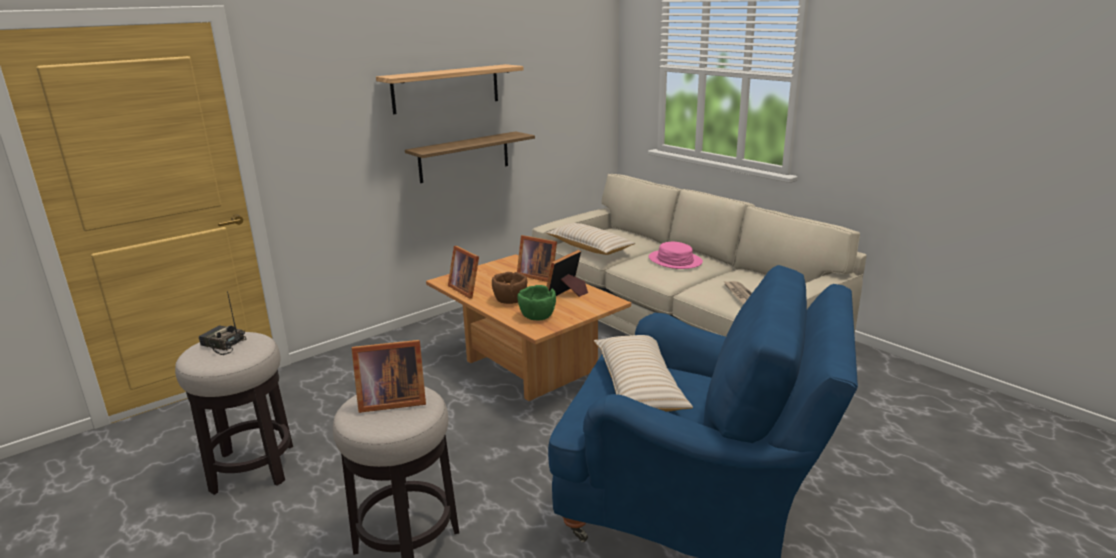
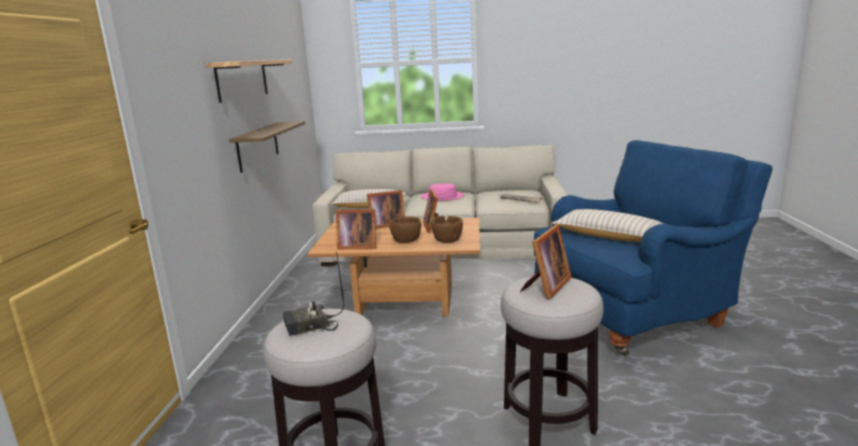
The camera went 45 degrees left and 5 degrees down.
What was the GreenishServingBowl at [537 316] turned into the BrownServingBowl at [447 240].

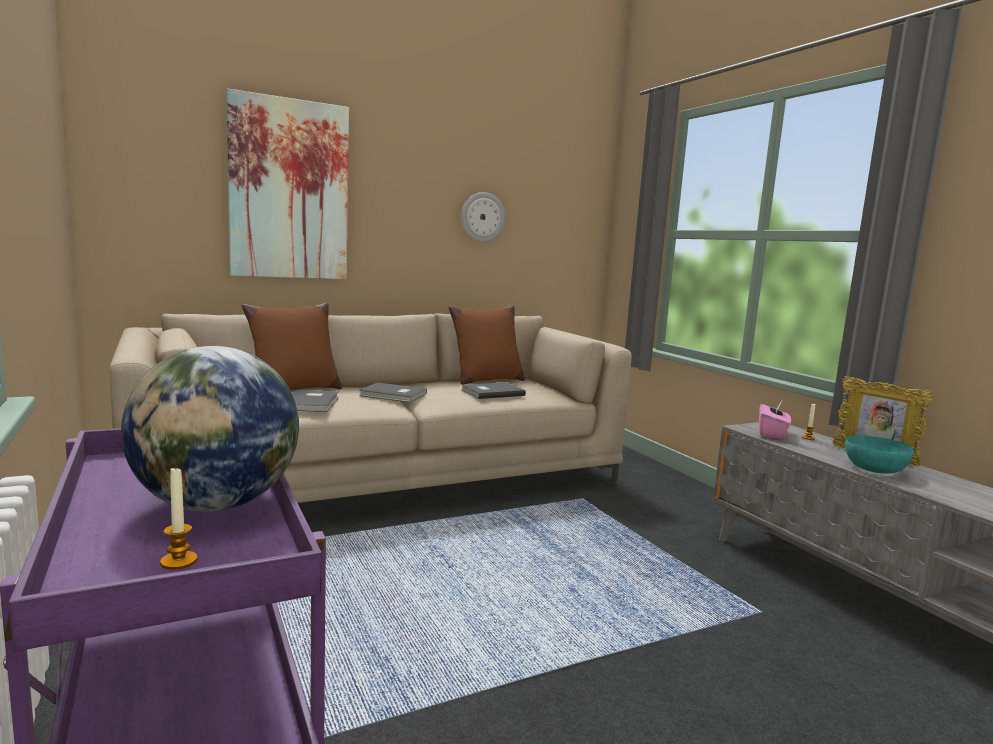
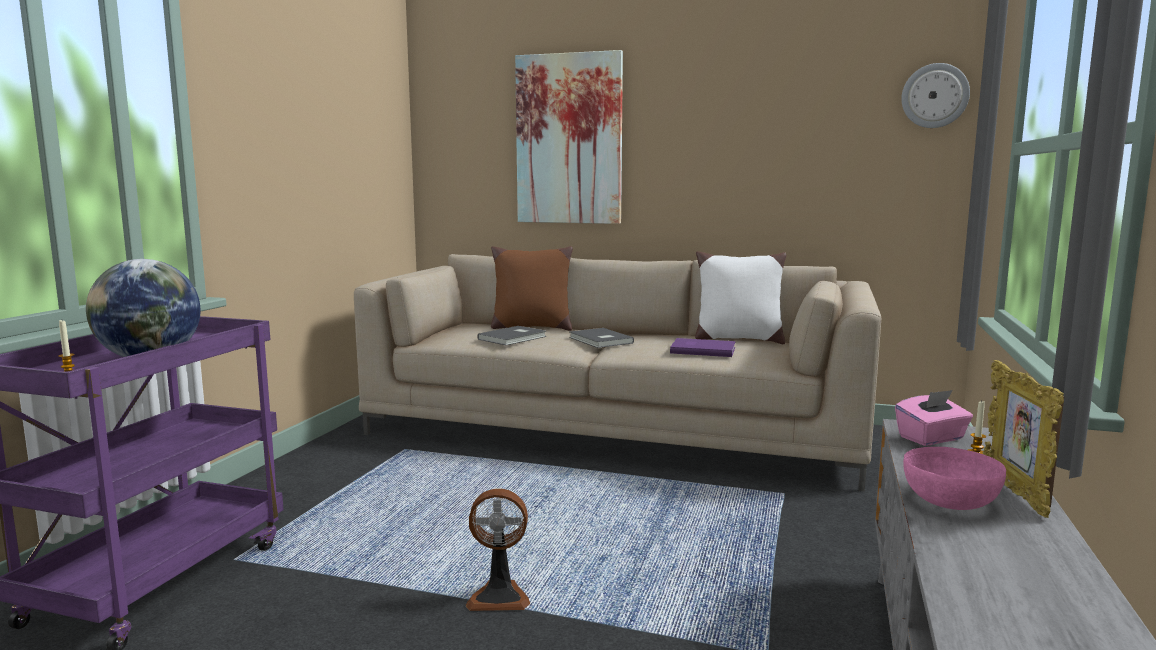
The camera went 45 degrees right and 0 degrees up.
The second view gained the ElectricFan at [499 596].
The WallClock ended up elsewhere, having gone from [482 217] to [934 96].
What was the BrownCushion at [486 380] turned into the WhiteCushion at [737 339].
What was the GreyishVolume at [491 392] turned into the PurpleVolume at [702 350].
What was the BlueGreenServingBowl at [875 469] turned into the PinkColouredServingBowl at [950 502].

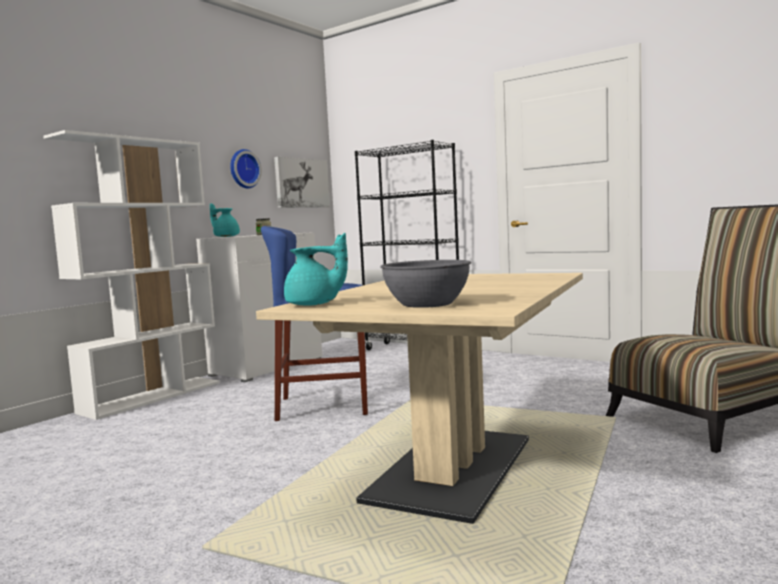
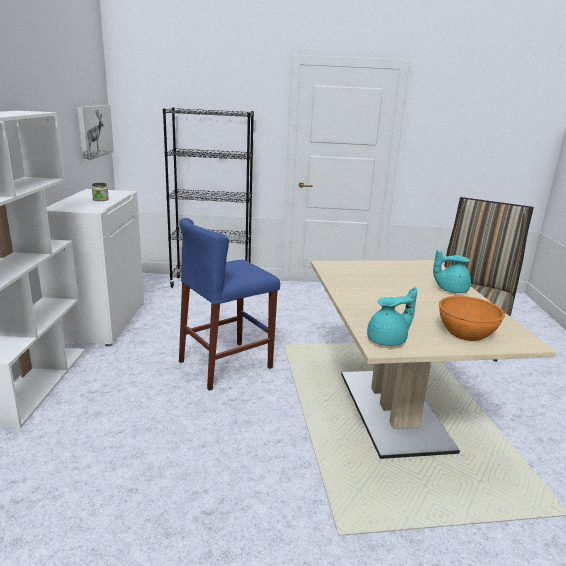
The camera went 35 degrees left and 15 degrees up.
The second view lost the WallClock at [243 169].
The BlueGreenPotForTea ended up elsewhere, having gone from [226 236] to [450 289].
What was the GreyishServingBowl at [426 304] turned into the OrangeColouredServingBowl at [466 333].

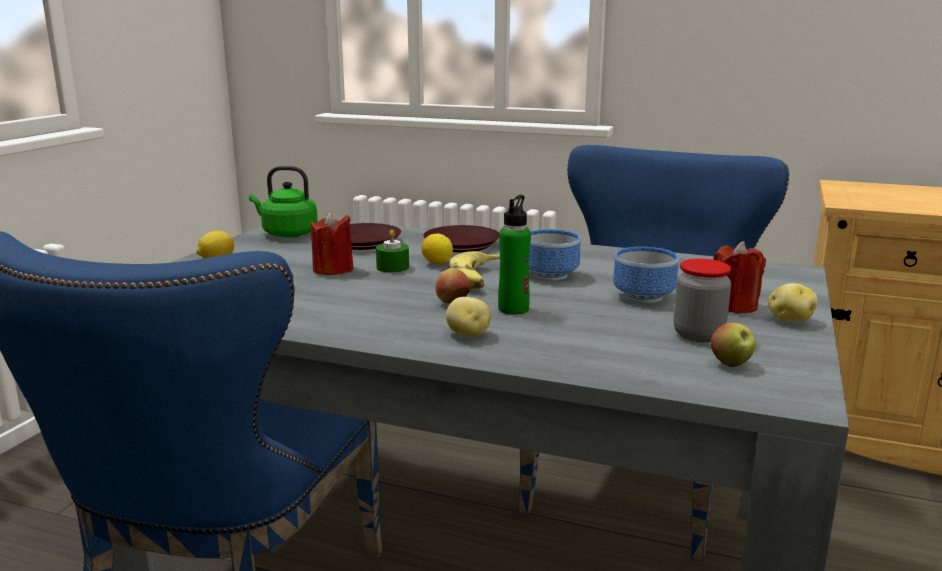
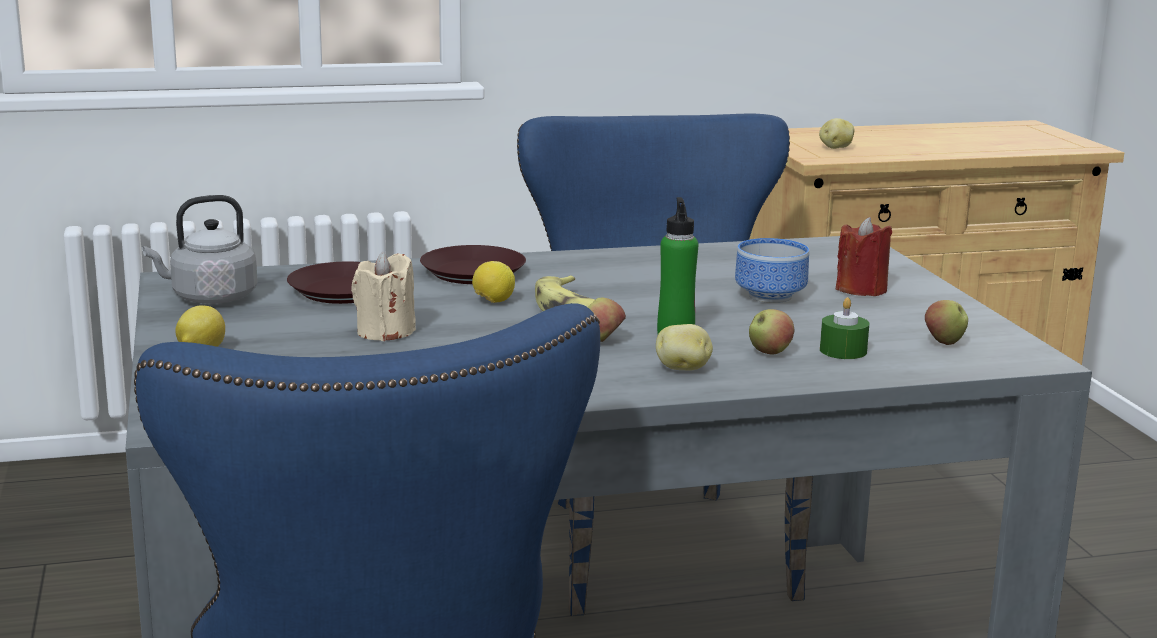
The camera went 35 degrees left and 0 degrees up.
The second view lost the ServingBowl at [551 274].
The second view lost the Jar at [698 335].
The second view gained the Apple at [770 353].
The GreenishCandle ended up elsewhere, having gone from [392 267] to [843 351].
The Potato ended up elsewhere, having gone from [789 320] to [835 148].
What was the GreenishKettle at [287 234] turned into the GreyishKettle at [210 298].
What was the ReddishCandle at [333 270] turned into the BeigeColouredCandle at [385 332].

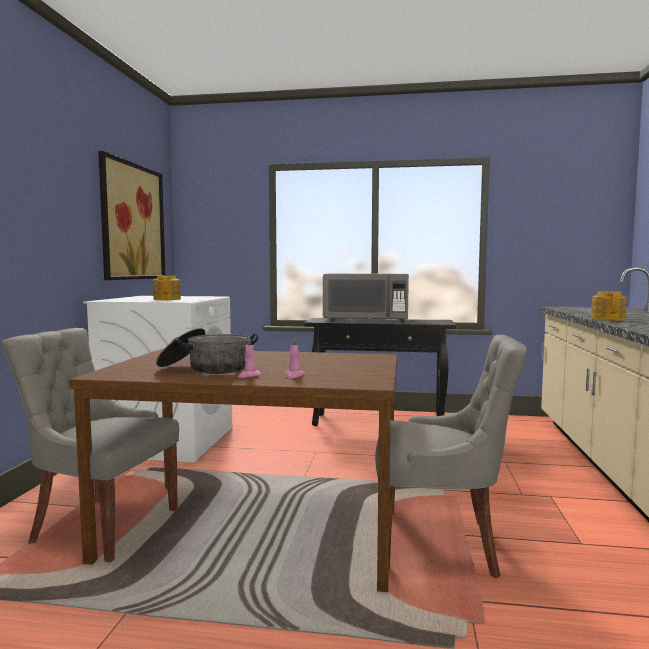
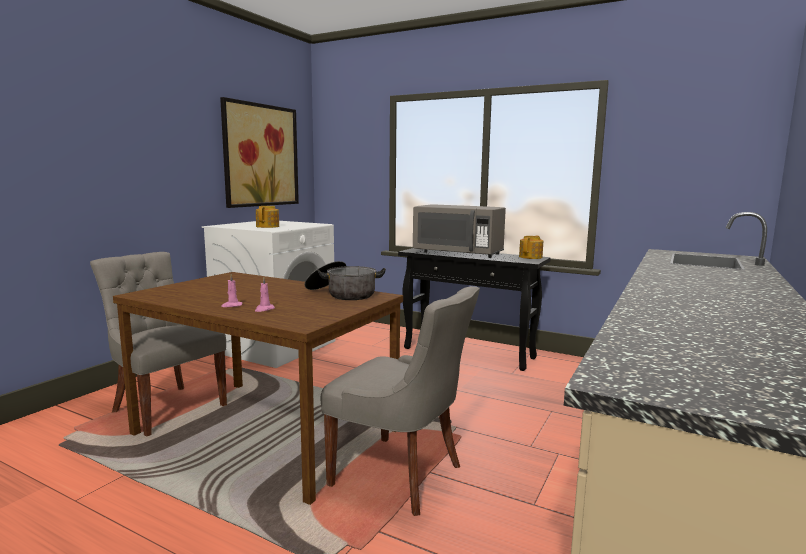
The camera went 20 degrees right and 5 degrees up.
The Stockpot ended up elsewhere, having gone from [205 369] to [342 294].
The PotForTea ended up elsewhere, having gone from [608 319] to [531 257].

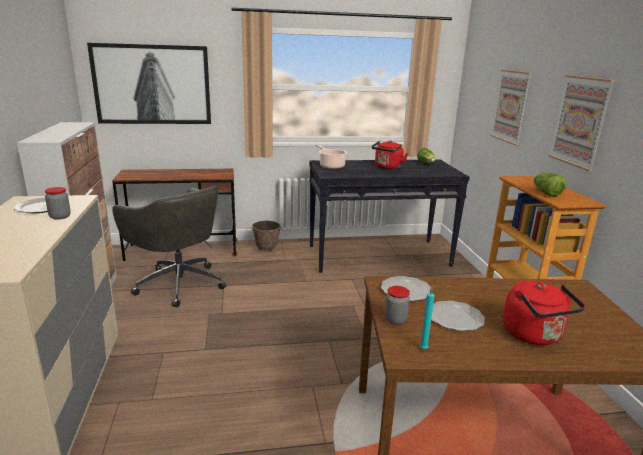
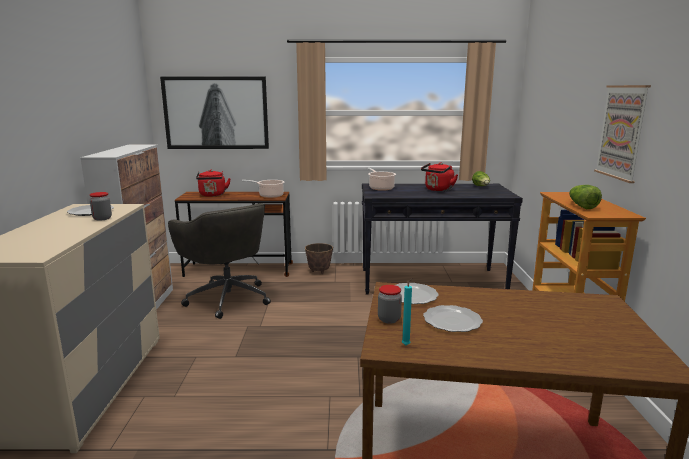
The camera went 10 degrees right and 5 degrees down.
The second view lost the Picture at [511 106].
The second view gained the Stockpot at [269 196].
The ReddishKettle ended up elsewhere, having gone from [534 335] to [212 195].

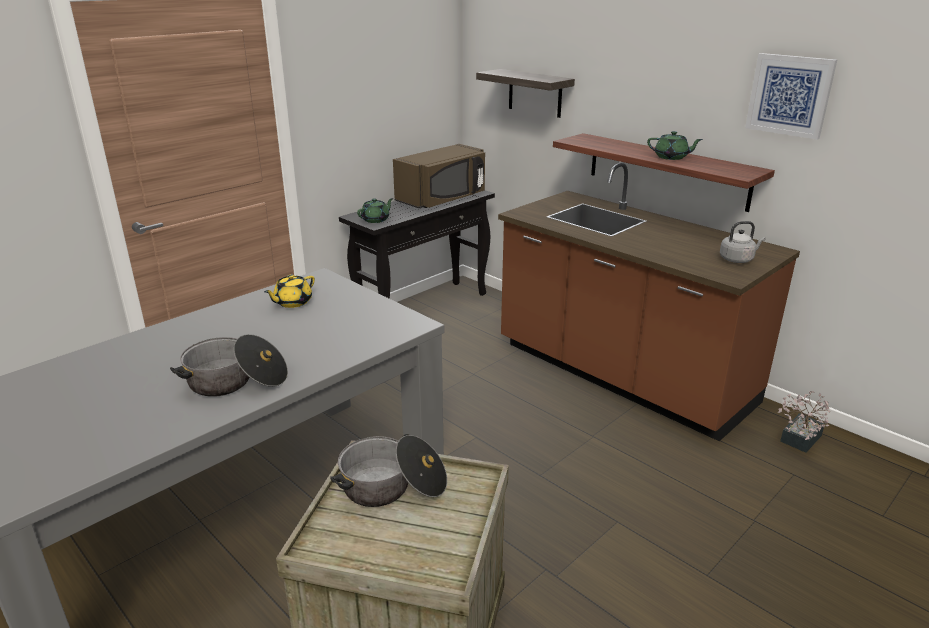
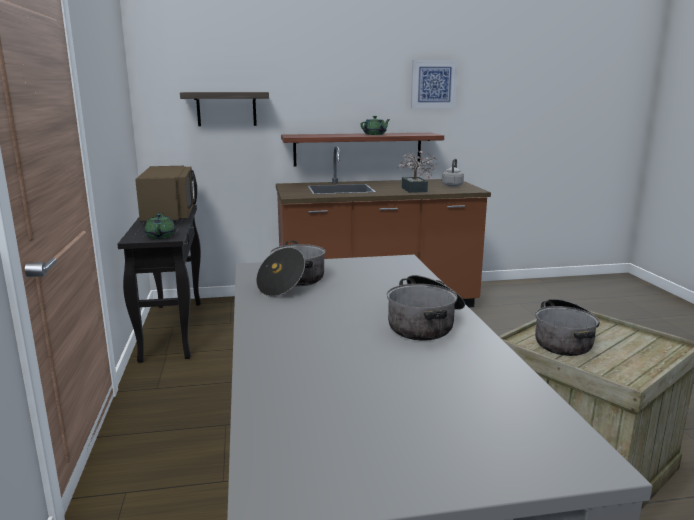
The camera went 55 degrees left and 10 degrees down.
The PlantInAPot ended up elsewhere, having gone from [798 440] to [414 190].
Where the YellowishPotForTea stood at [292 302], the Stockpot came to stand at [292 283].

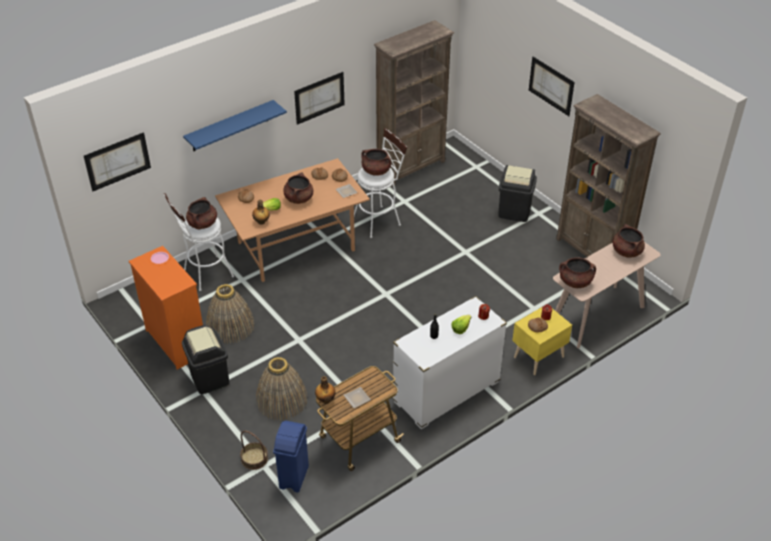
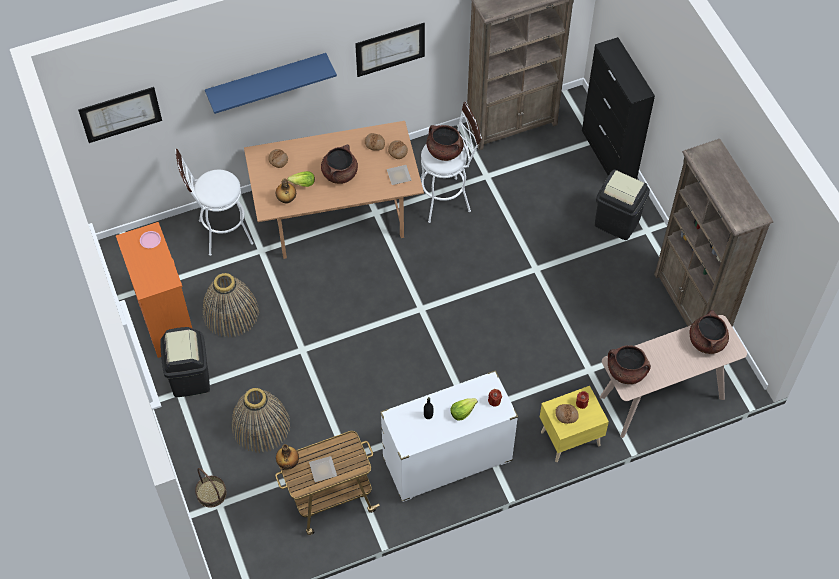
The camera went 15 degrees right and 15 degrees up.
The second view lost the BrownStockpot at [202 224].
The second view lost the BluishTrashCan at [293 477].
The second view lost the Picture at [551 86].
The second view gained the BlackColouredCabinet at [608 155].

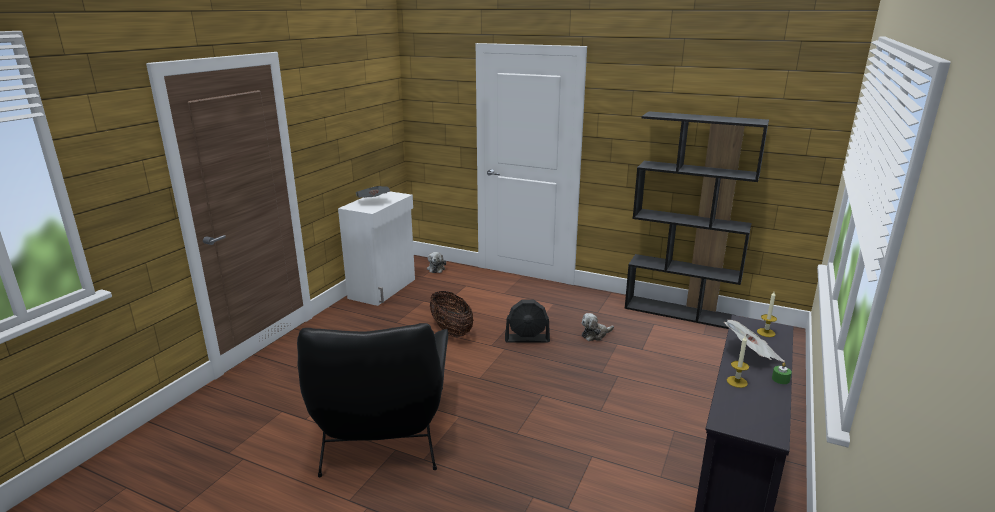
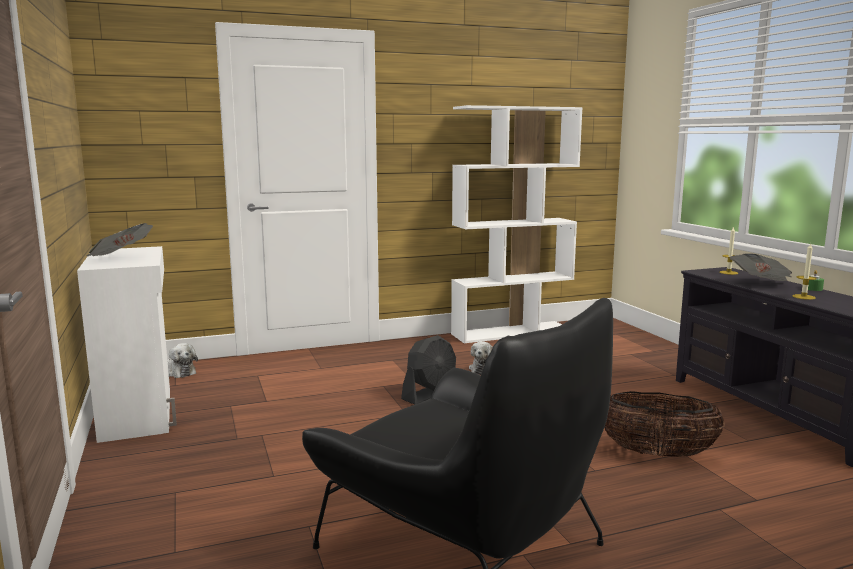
The camera went 45 degrees left and 10 degrees down.
The StorageBasket ended up elsewhere, having gone from [451 330] to [657 453].
What was the BlackColouredShelvingUnit at [680 312] turned into the WhiteShelvingUnit at [512 332].

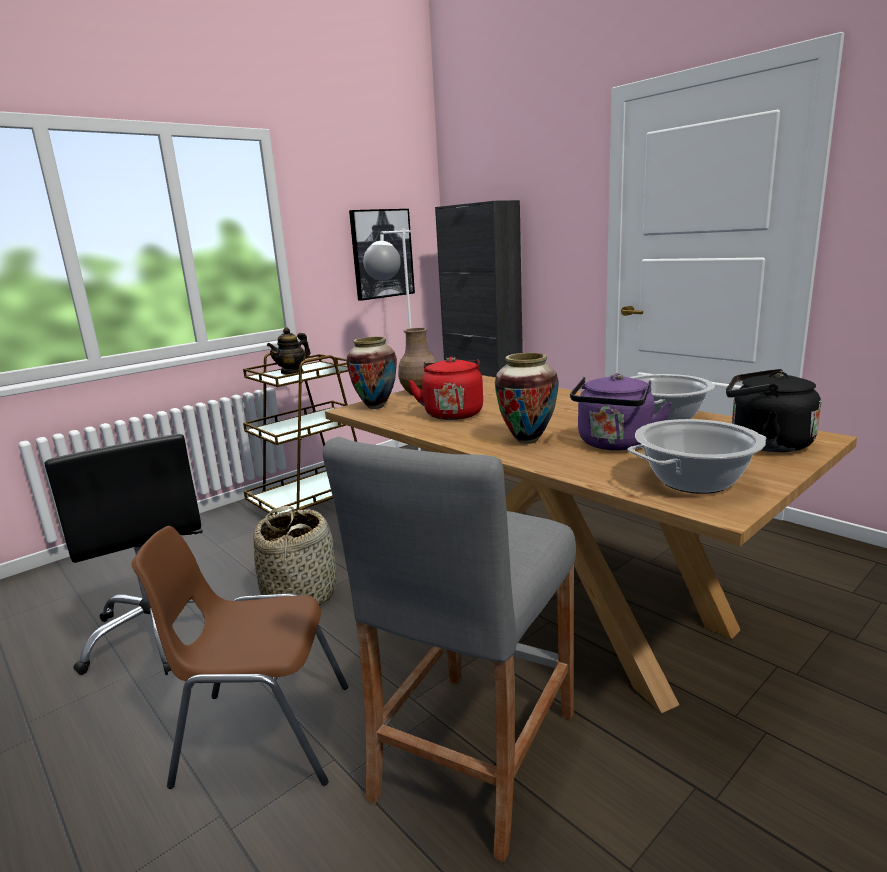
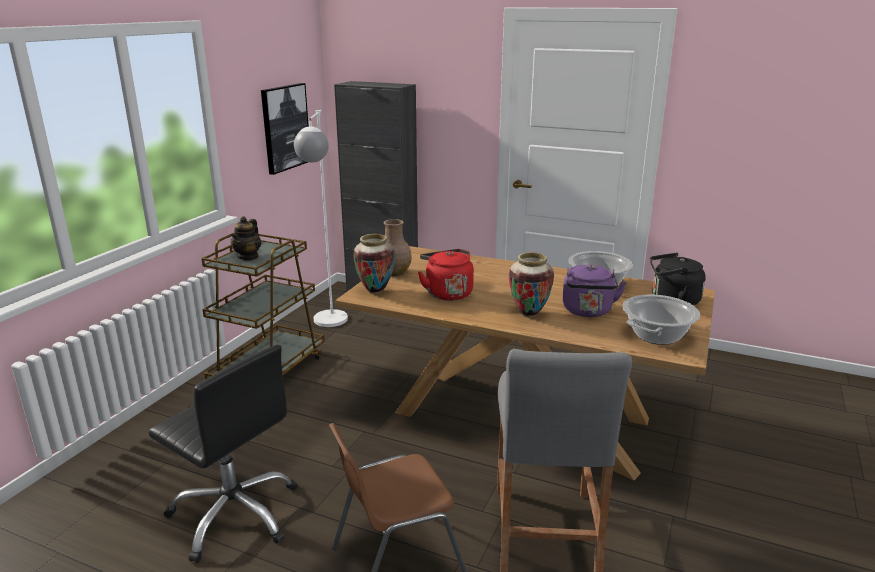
The camera went 25 degrees left and 5 degrees up.
The second view lost the StorageBasket at [301 593].

